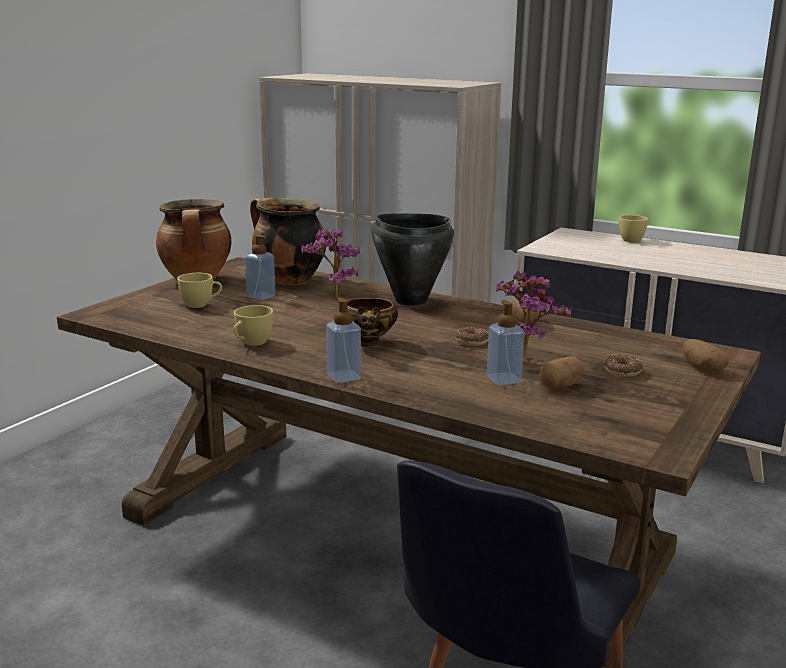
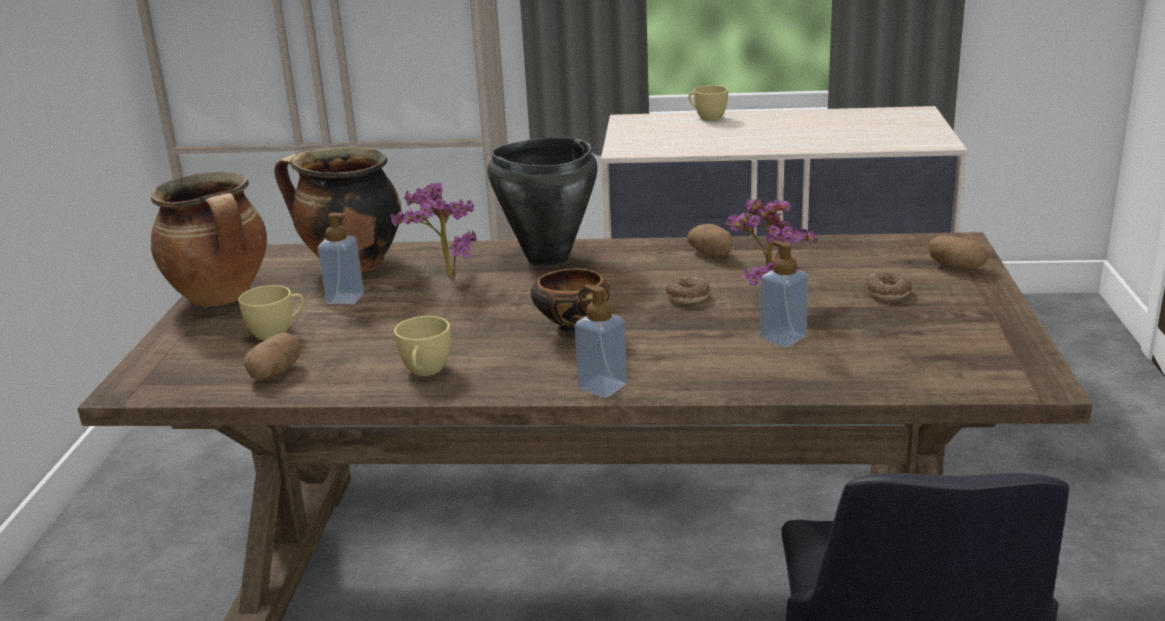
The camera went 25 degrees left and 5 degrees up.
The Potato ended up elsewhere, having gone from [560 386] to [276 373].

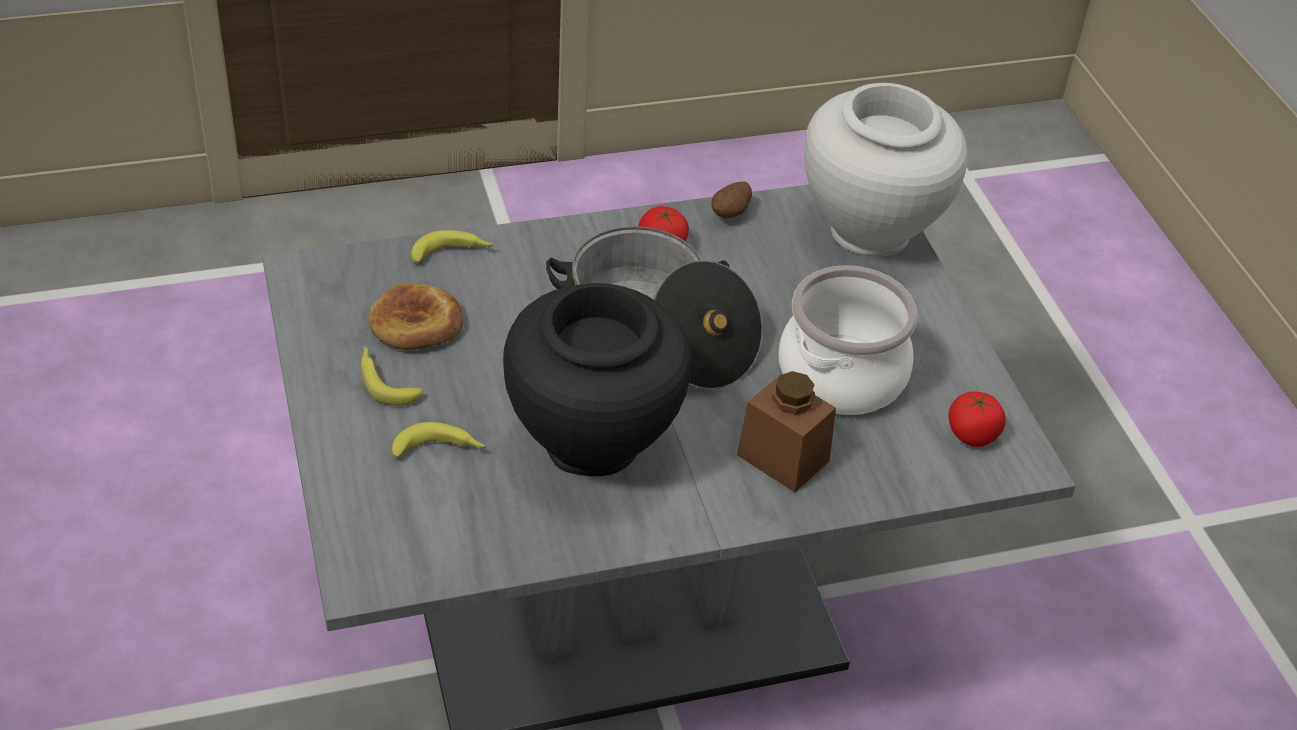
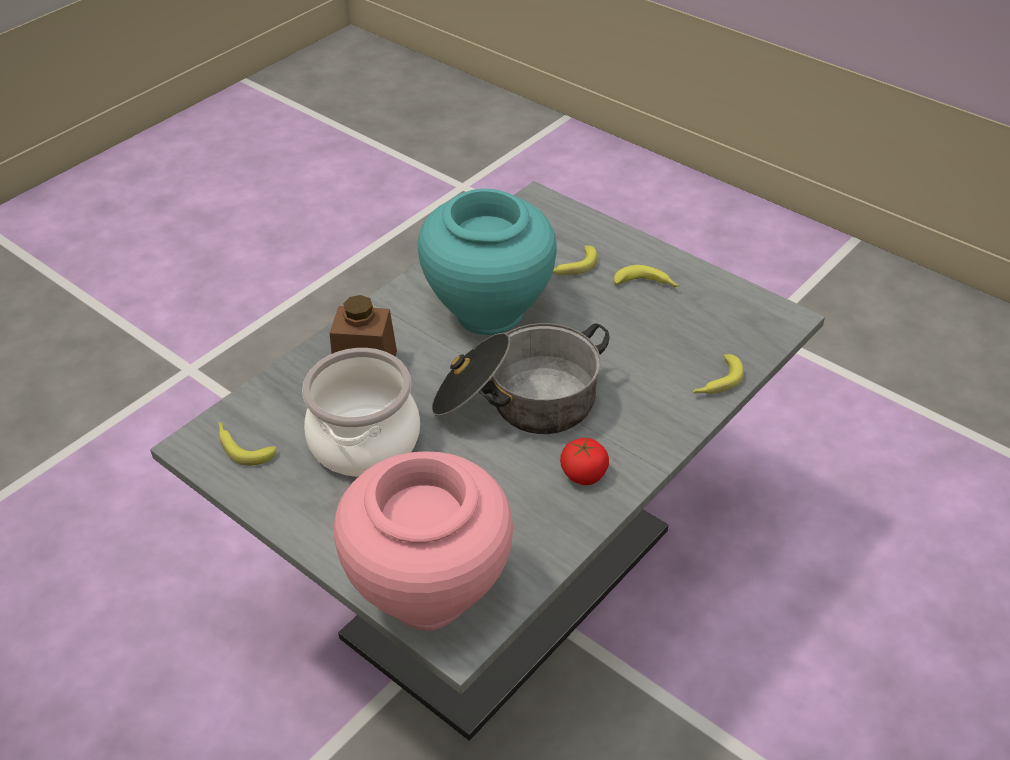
The camera went 150 degrees right and 0 degrees up.
The second view lost the BakeryBread at [416 323].
The second view lost the Potato at [730 214].
Where the Tomato stood at [972 434], the WholeBanana came to stand at [242 446].
What was the BlackColouredVase at [593 444] turned into the BlueGreenVase at [489 313].
What was the WhiteVase at [870 232] turned into the PinkColouredVase at [429 594].

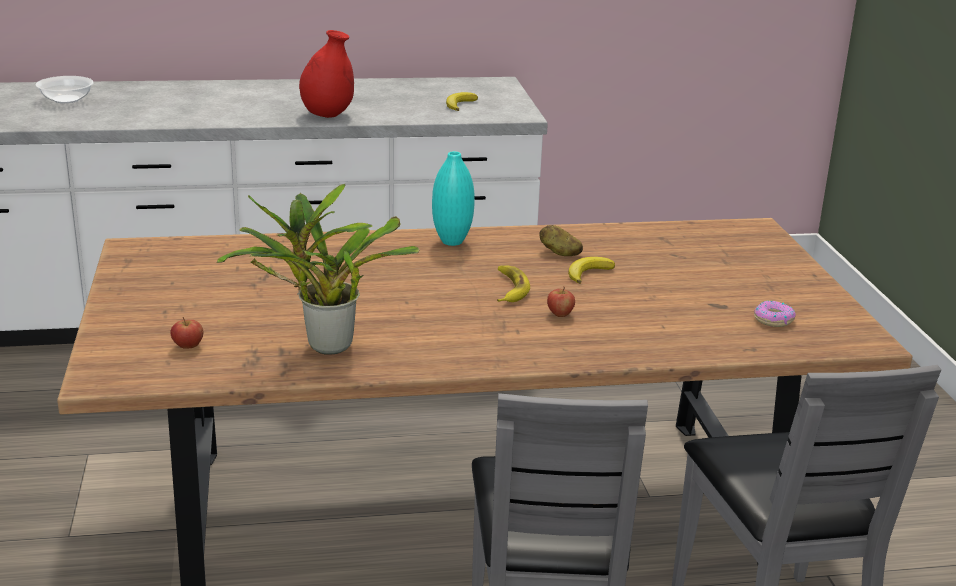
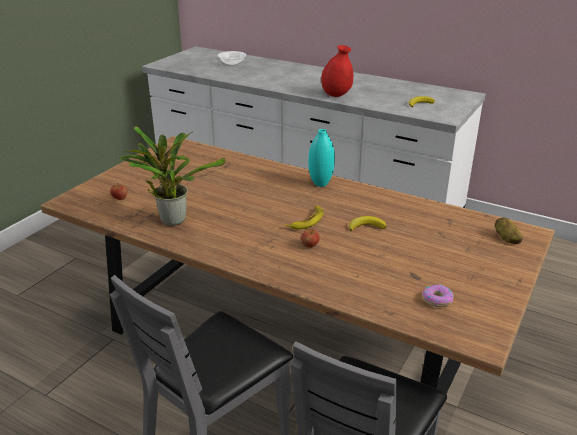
The camera went 40 degrees right and 5 degrees up.
The Potato ended up elsewhere, having gone from [559 253] to [506 238].

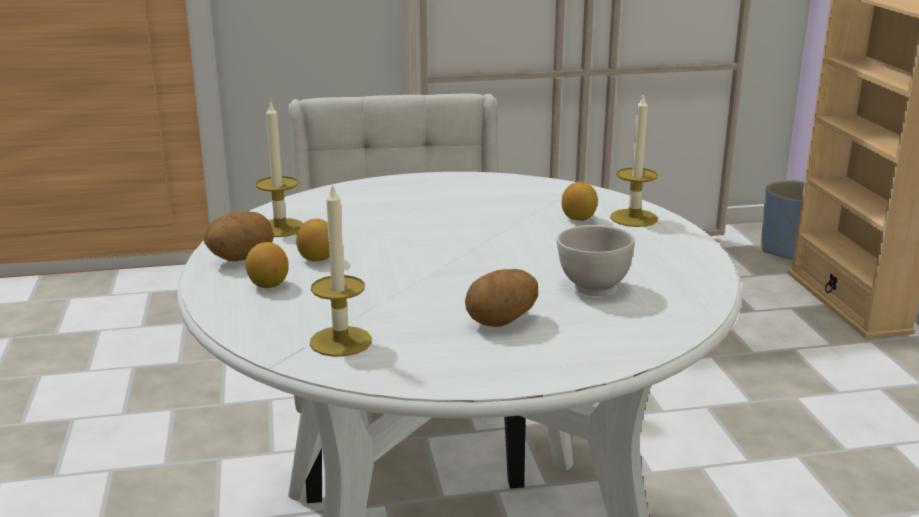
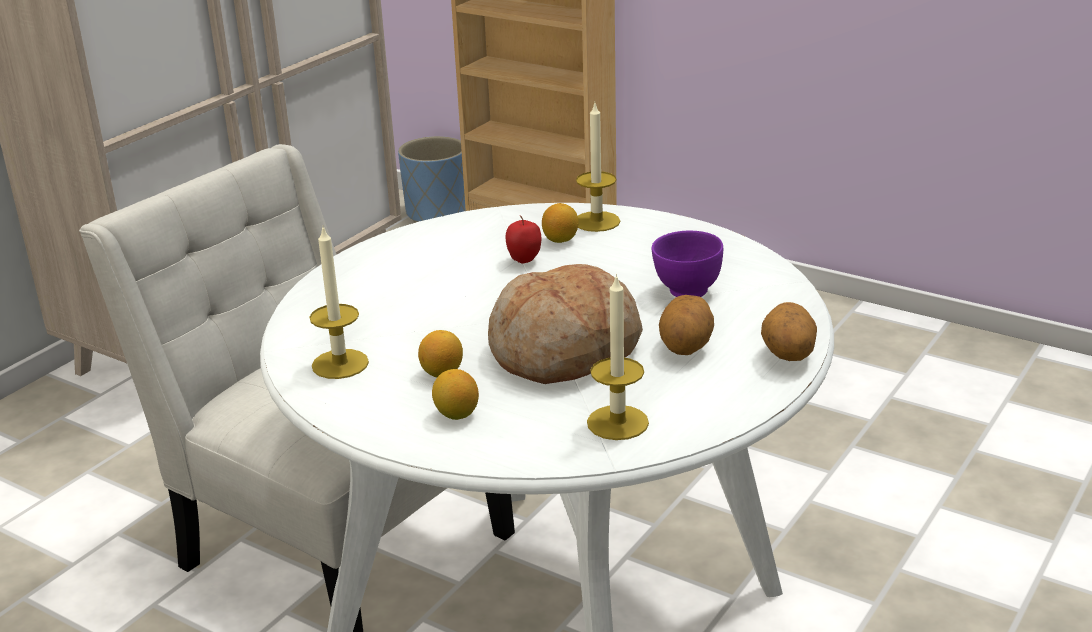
The camera went 45 degrees left and 5 degrees up.
The second view gained the BakeryBread at [566 352].
The second view gained the Apple at [524 261].
The Potato ended up elsewhere, having gone from [241 258] to [787 356].
What was the WhiteServingBowl at [592 288] turned into the PurpleServingBowl at [686 291].

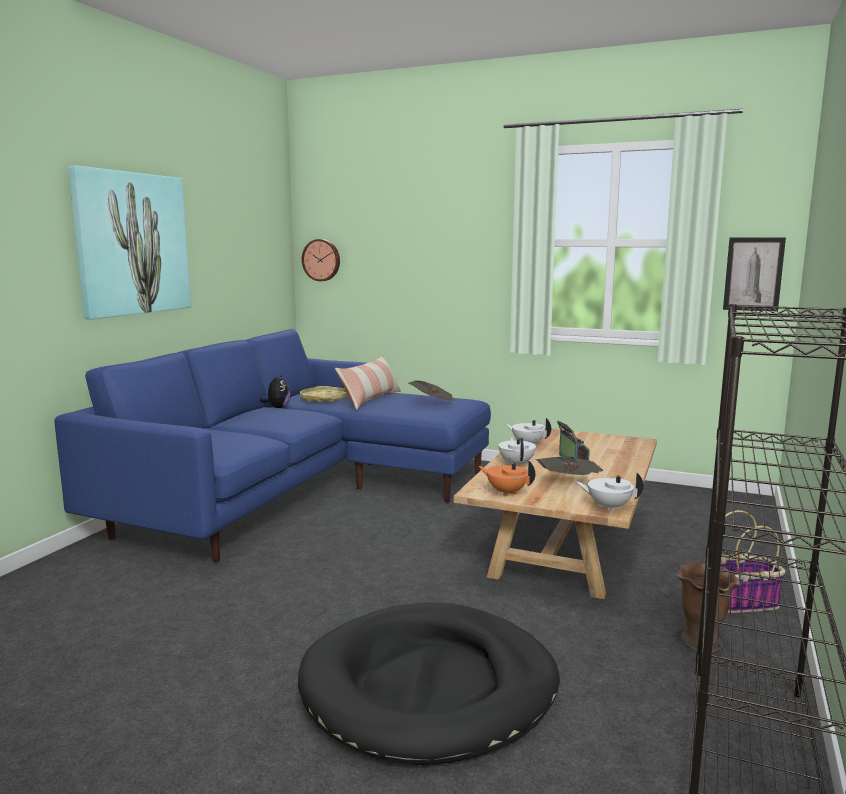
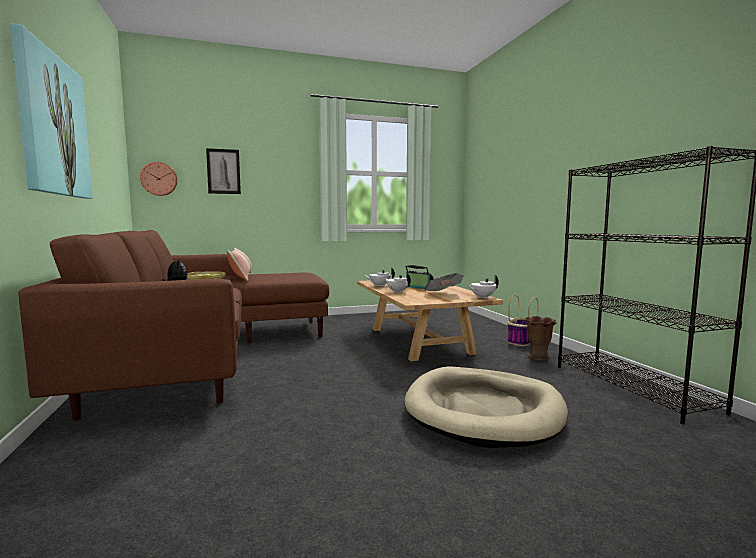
The camera went 40 degrees left and 5 degrees down.
The second view lost the Newspaper at [434 404].
The second view lost the OrangeColouredPotForTea at [506 492].
The Picture ended up elsewhere, having gone from [753 274] to [223 171].
What was the BluishCouch at [296 493] turned into the BrownCouch at [204 354].
What was the BlackColouredPetBed at [429 687] turned into the BeigeColouredPetBed at [483 410].

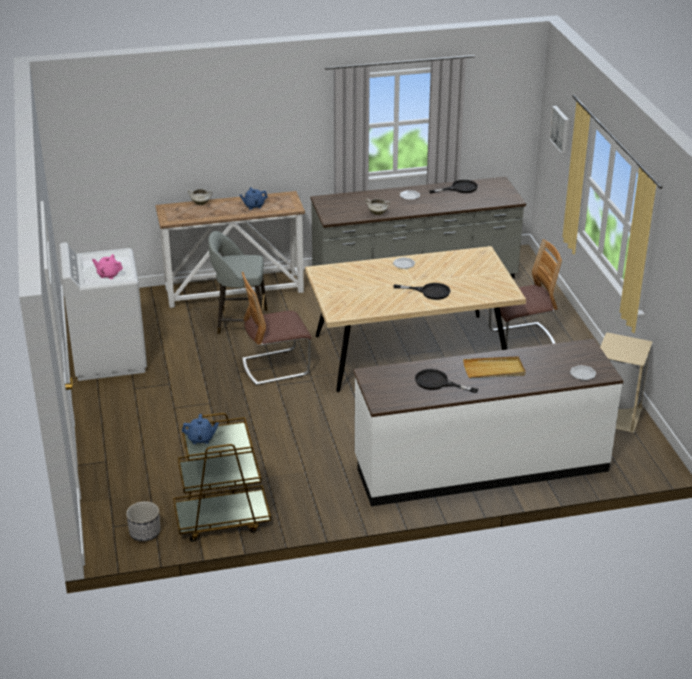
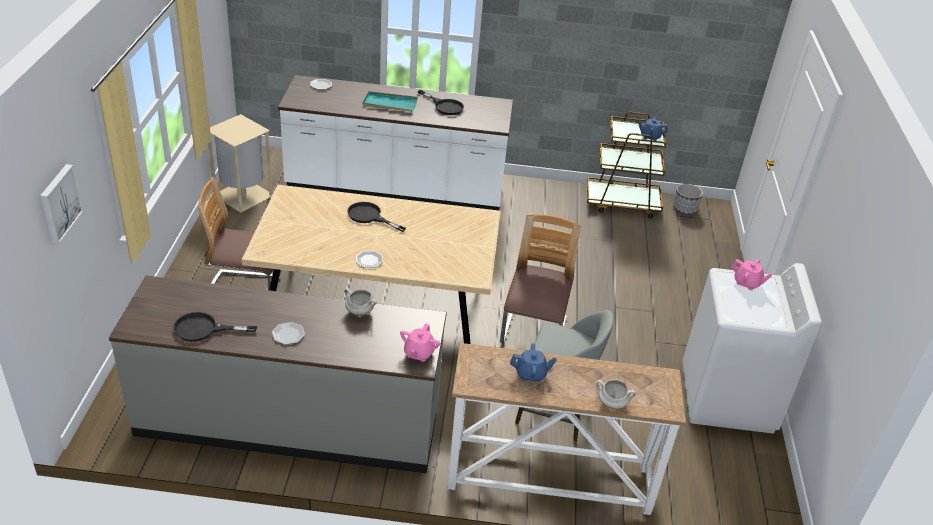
The camera went 165 degrees left and 5 degrees up.
The second view gained the PinkColouredPotForTea at [418 353].
What was the BeigeColouredServingTray at [494 370] turned into the BlueGreenServingTray at [389 104].
The PlainChair at [275 367] ended up facing another way, 75 degrees counterclockwise from before.

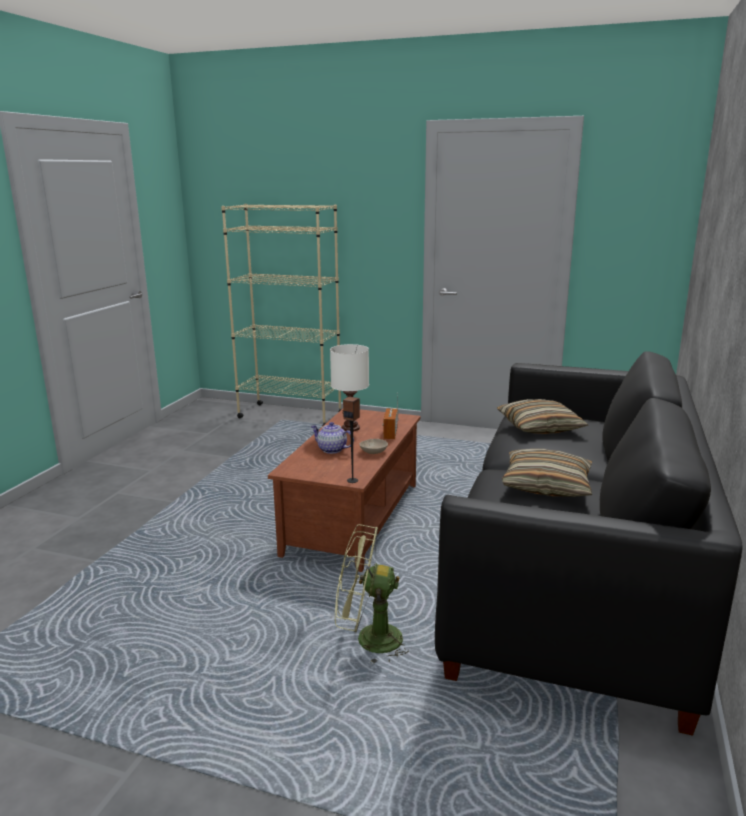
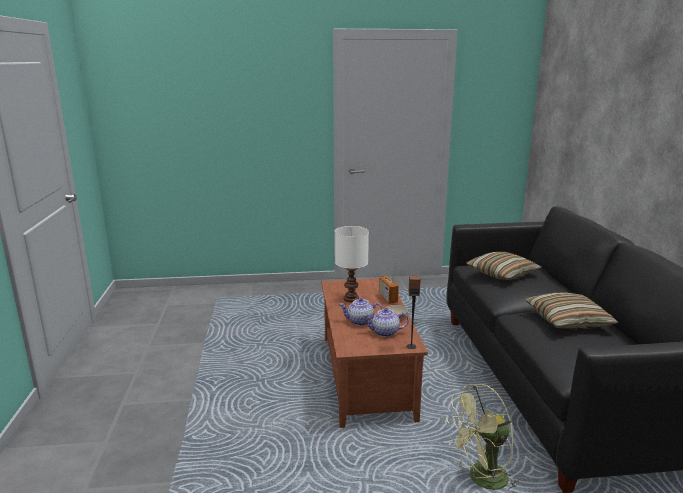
The camera went 25 degrees left and 0 degrees up.
The second view lost the BeigeColouredShelvingUnit at [290 415].
The second view gained the PotForTea at [385 332].

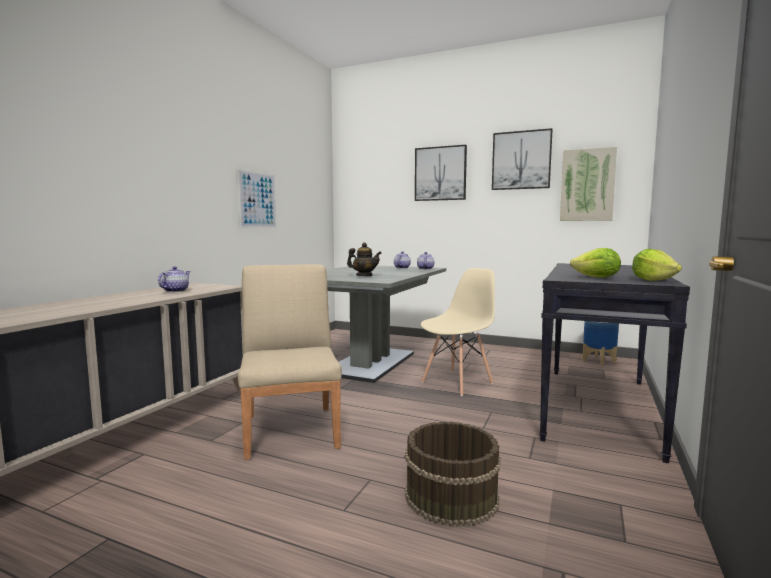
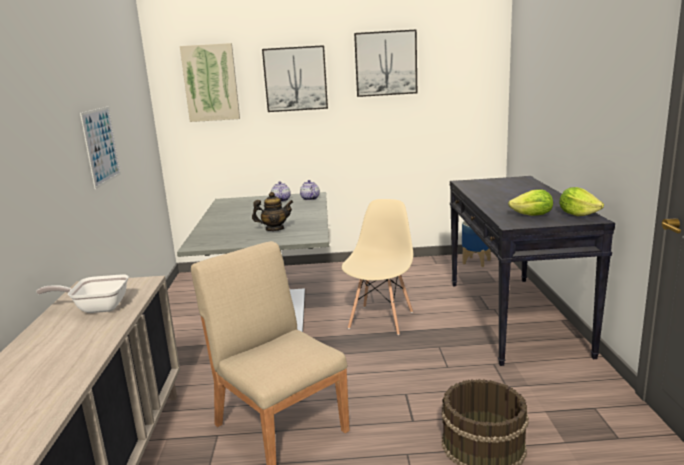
The camera went 25 degrees left and 10 degrees up.
The Picture ended up elsewhere, having gone from [587 185] to [211 83].
Where the PotForTea stood at [175 291], the FryingPan came to stand at [97 308].

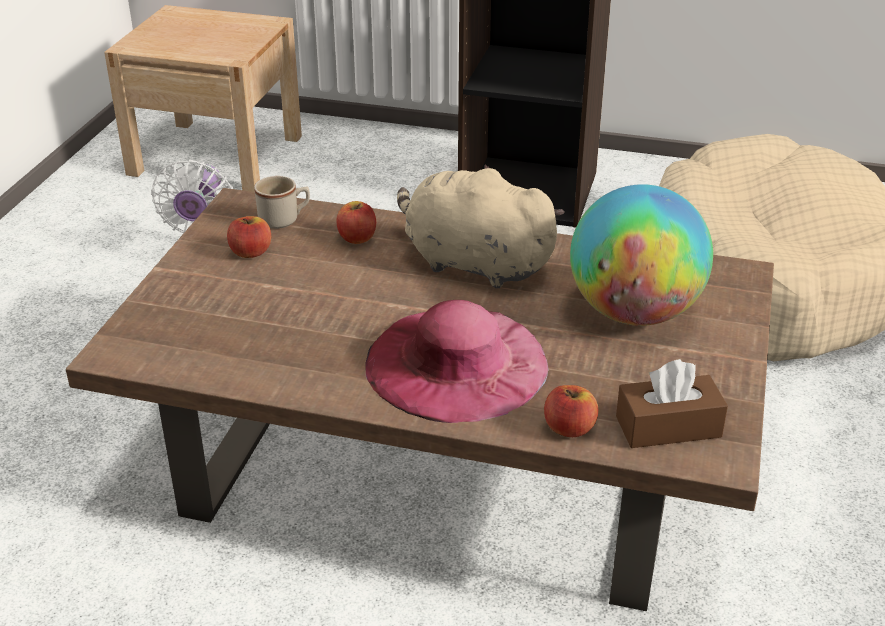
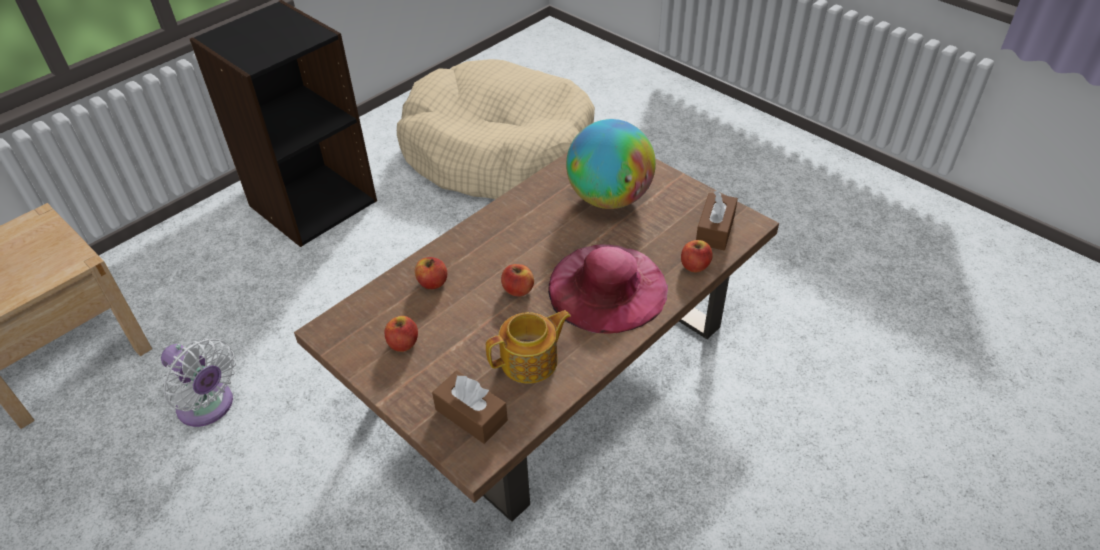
The camera went 60 degrees left and 10 degrees up.
The second view lost the BeigeColouredMug at [284 220].
The second view lost the BeigeColouredPlushToy at [472 263].
The second view gained the BrownBoxOfTissues at [471 415].
The second view gained the PotForTea at [531 361].
The second view gained the Apple at [518 290].

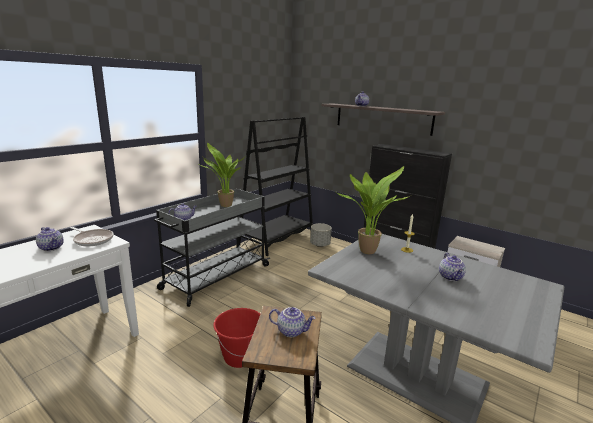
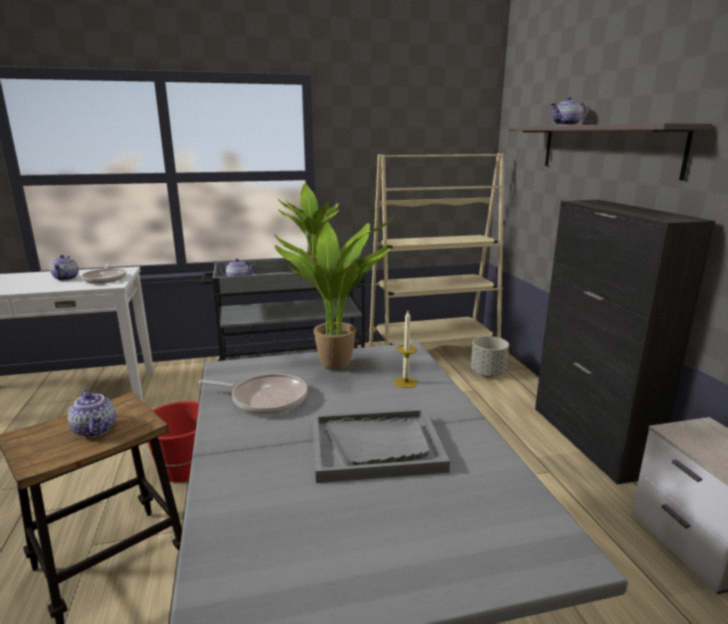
The camera went 40 degrees right and 0 degrees up.
The second view gained the FryingPan at [265 399].
Where the PotForTea stood at [451 277], the GreyishServingTray came to stand at [376 447].
What was the BlackColouredShelvingUnit at [277 239] turned into the BeigeColouredShelvingUnit at [433 349].

